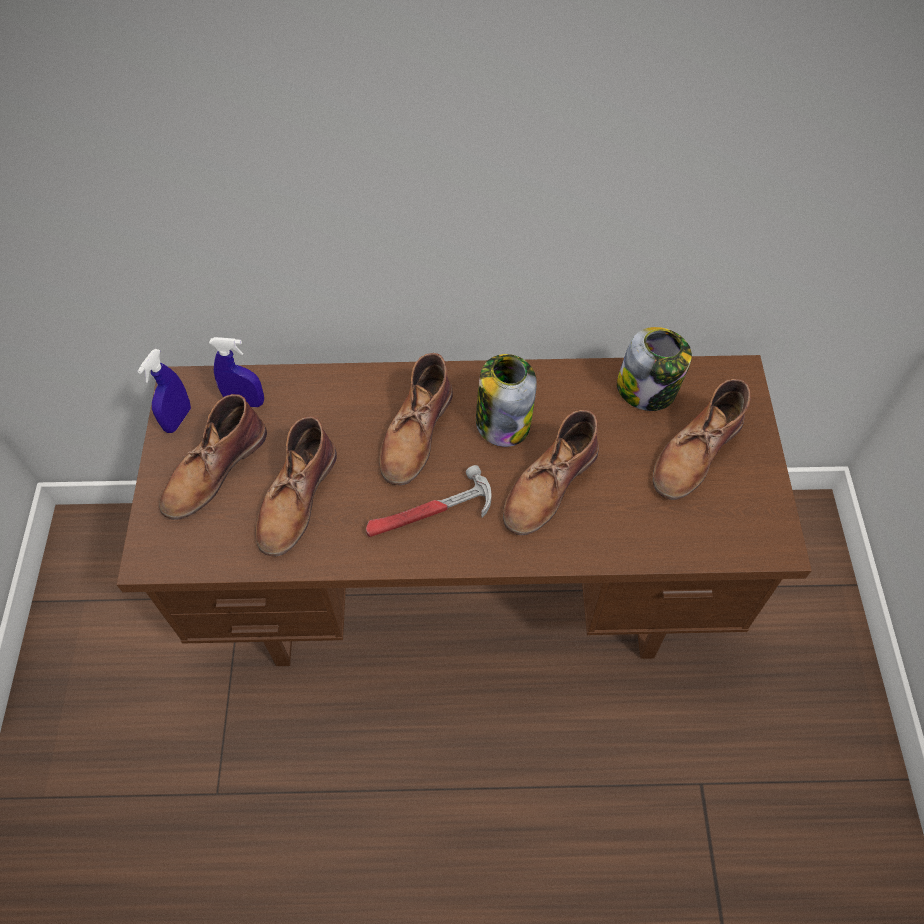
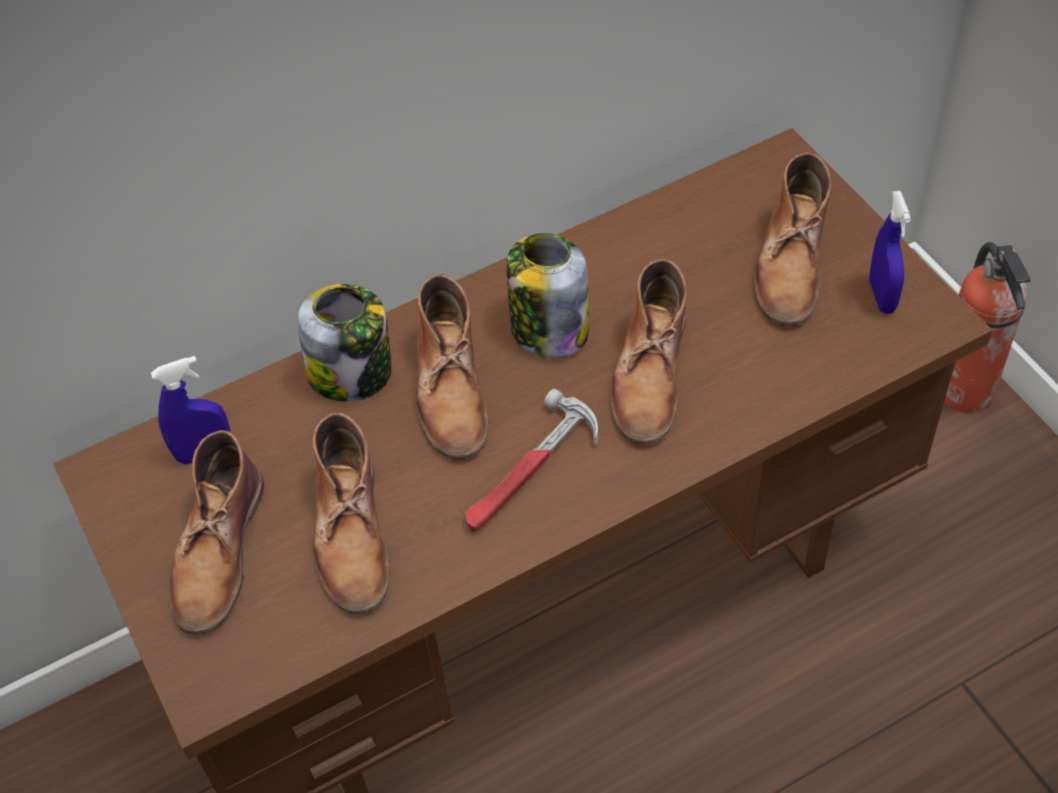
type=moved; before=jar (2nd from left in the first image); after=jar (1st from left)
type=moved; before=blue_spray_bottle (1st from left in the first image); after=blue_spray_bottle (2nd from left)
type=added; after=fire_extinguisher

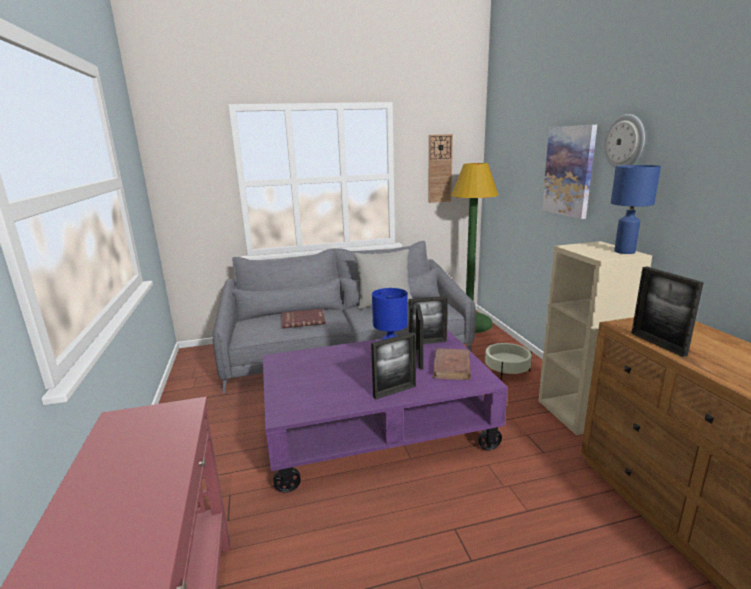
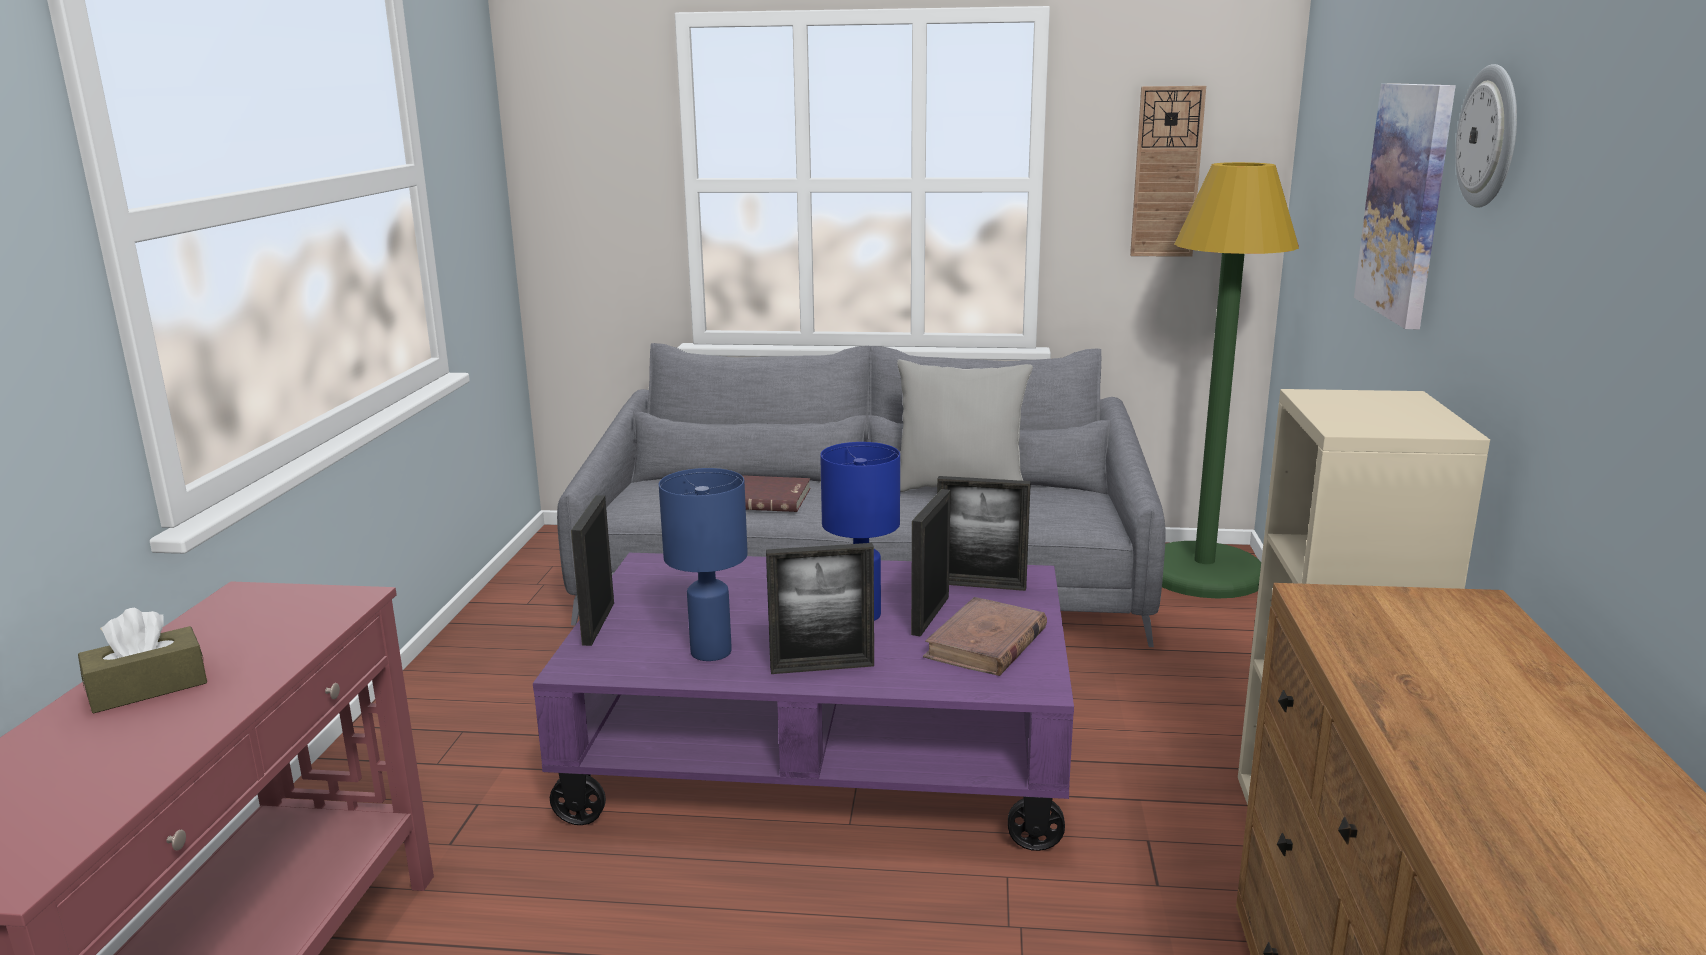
type=added; after=brown_tissue_box
type=moved; before=picture_frame (4th from left in the first image); after=picture_frame (1st from left)
type=moved; before=blue_table_lamp (2nd from left in the first image); after=blue_table_lamp (1st from left)
type=removed; before=beige_planter

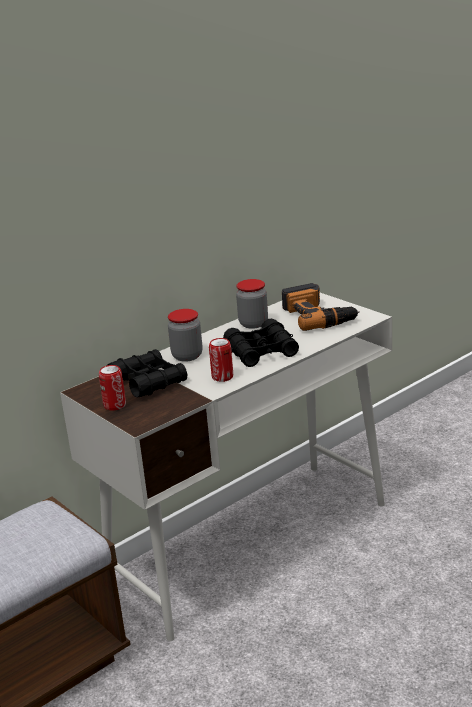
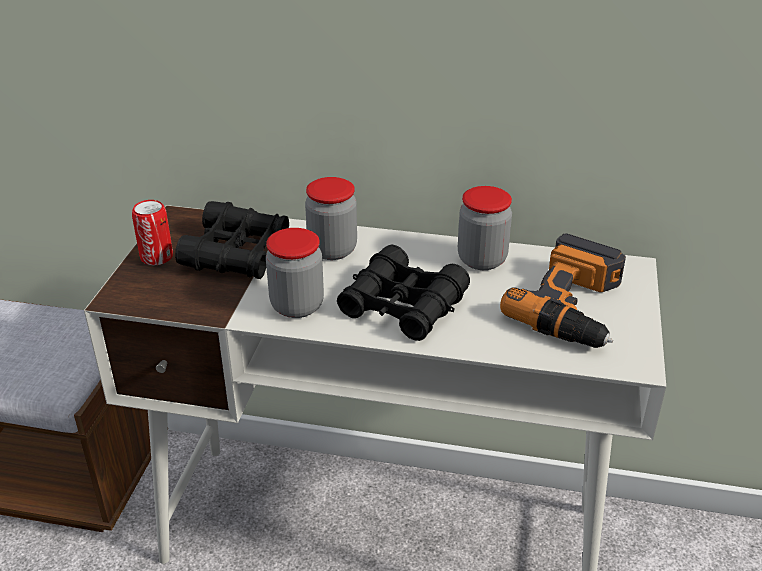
type=replaced; before=can (2nd from left); after=jar (1st from left)

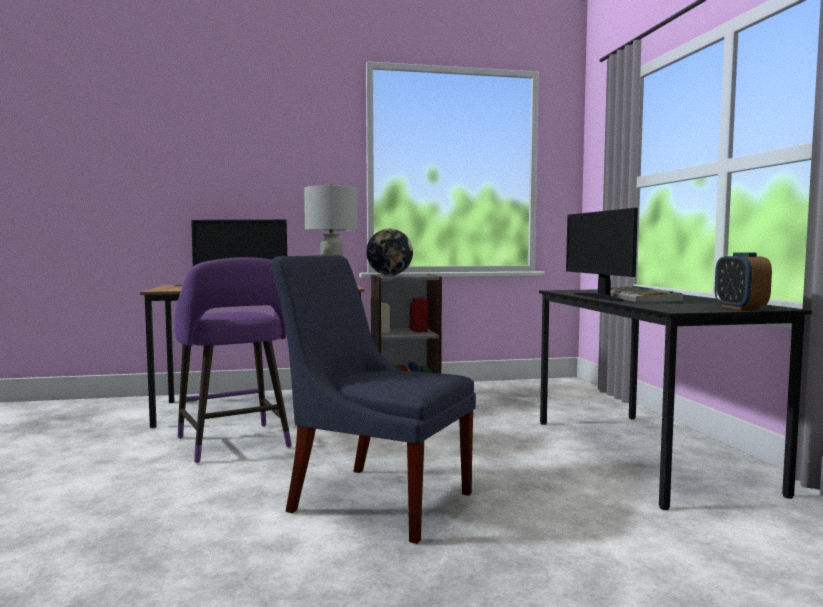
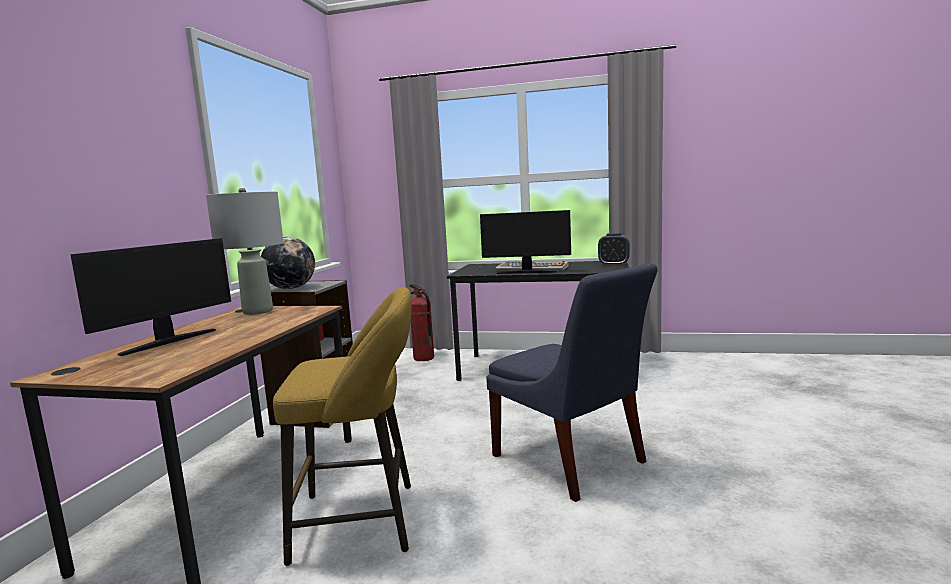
type=recoloured; before=purple_stool; after=yellow_stool
type=added; after=fire_extinguisher
type=turned; before=blue_chair; turn=-90

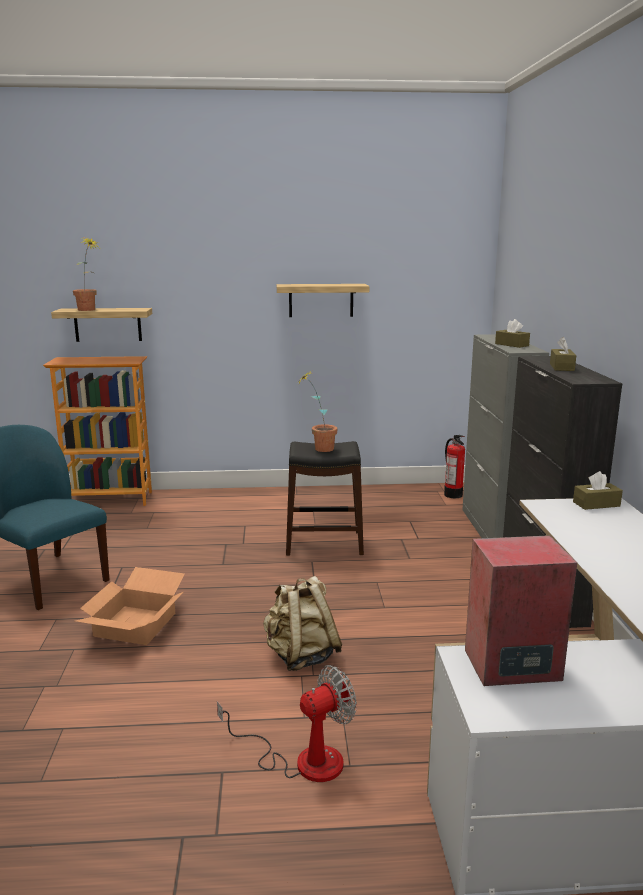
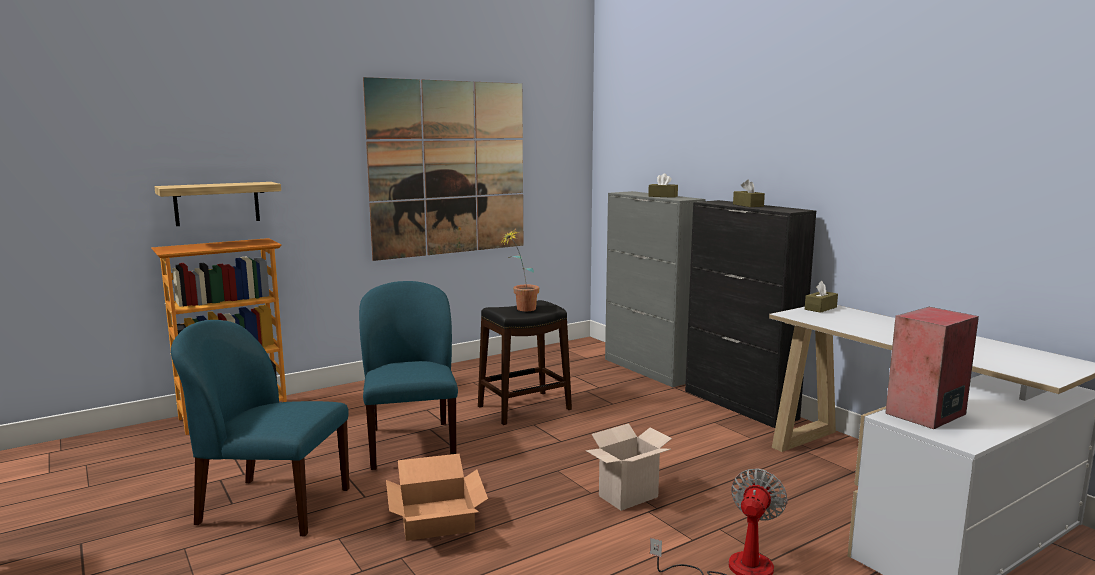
type=added; after=blue_chair (2nd from left)
type=replaced; before=shelf (2nd from left); after=picture
type=replaced; before=beige_backpack; after=cardboard_box (2nd from left)
type=removed; before=potted_plant (1st from left)
type=removed; before=fire_extinguisher

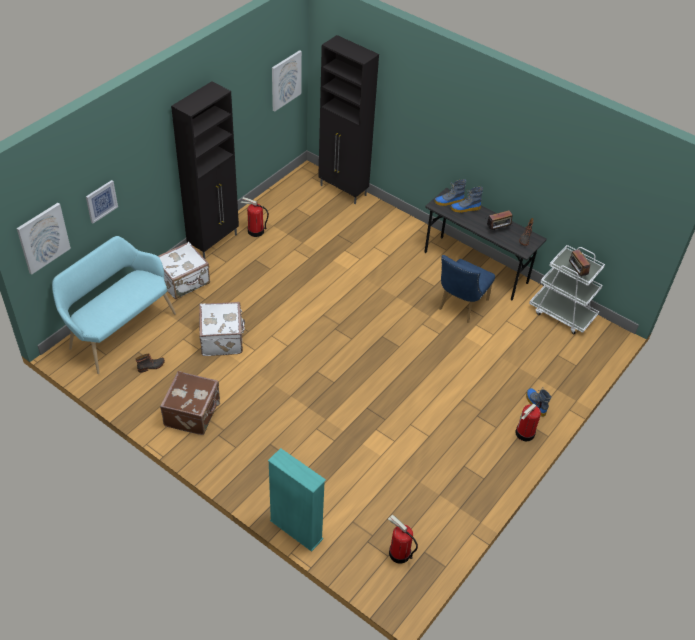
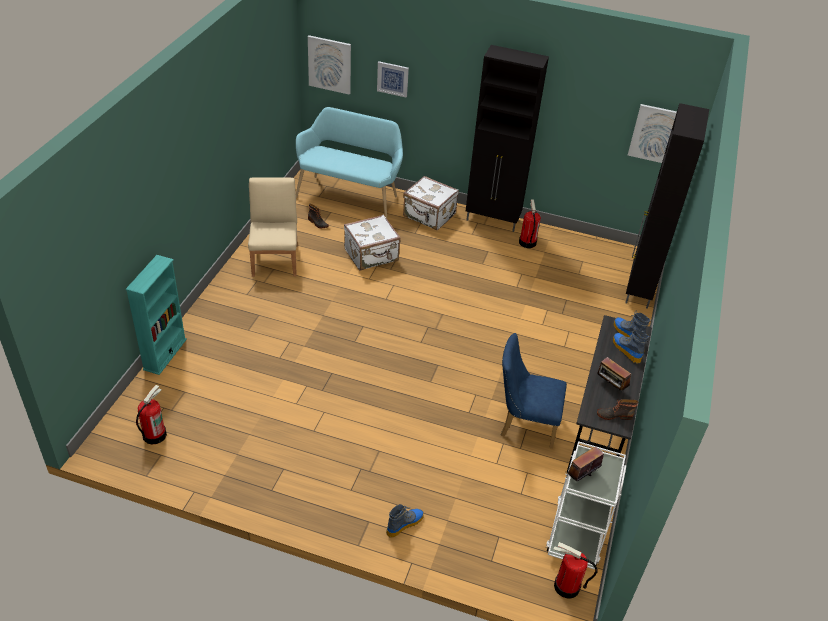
type=replaced; before=brown_suitcase; after=beige_chair
type=moved; before=fire_extinguisher (3rd from left)

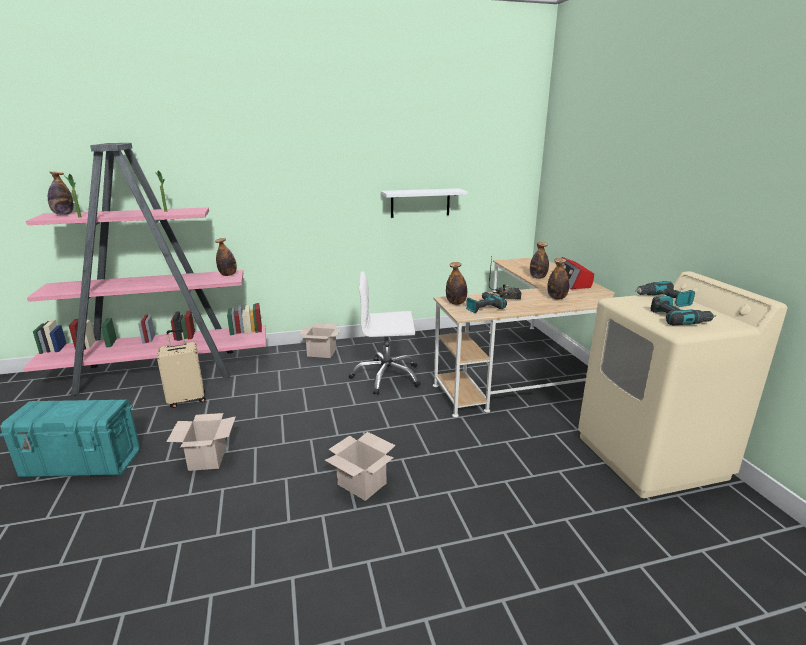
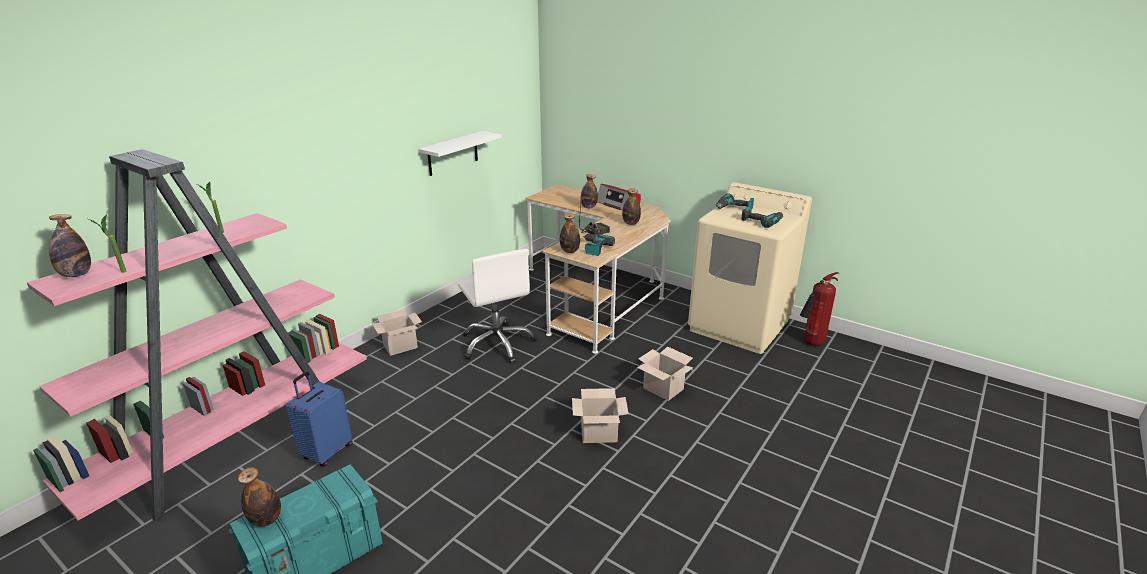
type=moved; before=bottle (2nd from left)
type=recoloured; before=beige_suitcase; after=blue_suitcase
type=turned; before=white_office_chair; turn=-75
type=moved; before=cardboard_box (1st from left in the first image); after=cardboard_box (3rd from left)
type=added; after=fire_extinguisher

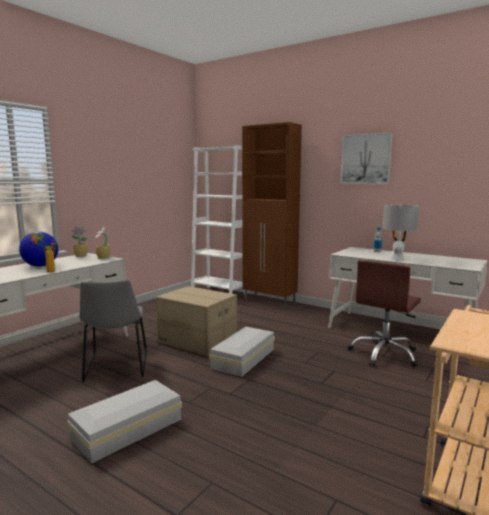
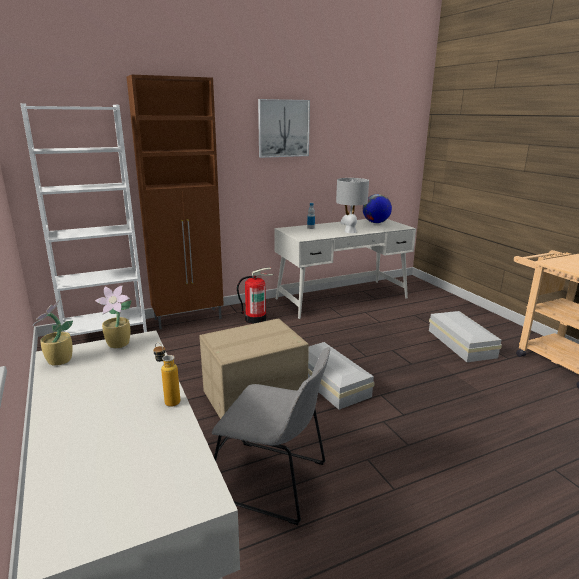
type=added; after=fire_extinguisher
type=moved; before=globe
type=moved; before=white_storage_box (1st from left in the first image); after=white_storage_box (2nd from left)
type=removed; before=brown_office_chair

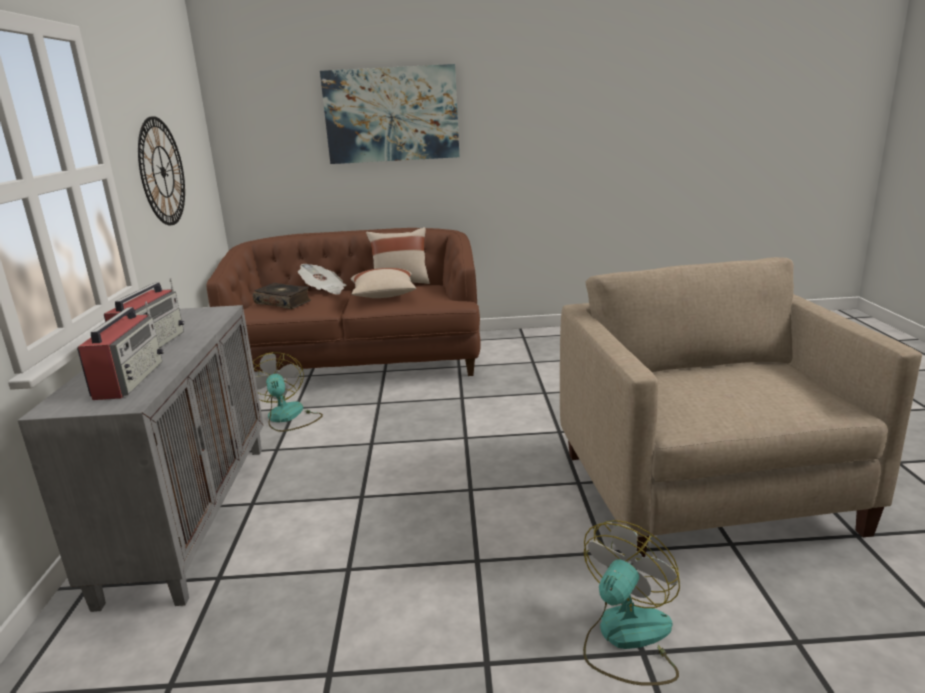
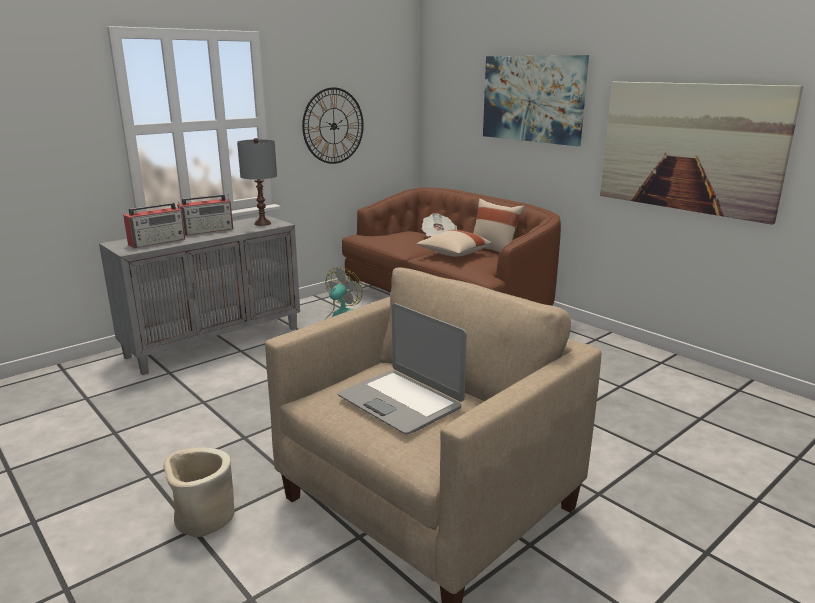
type=replaced; before=fan (2nd from left); after=beige_planter
type=added; after=grey_table_lamp
type=added; after=laptop
type=added; after=picture (2nd from left)
type=removed; before=book

